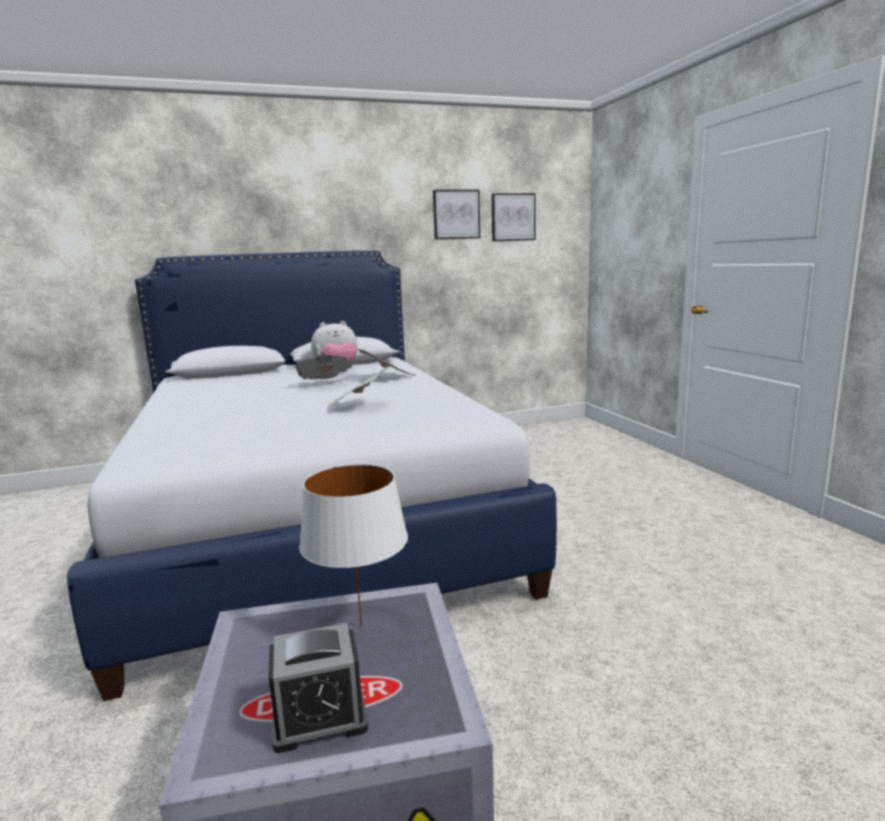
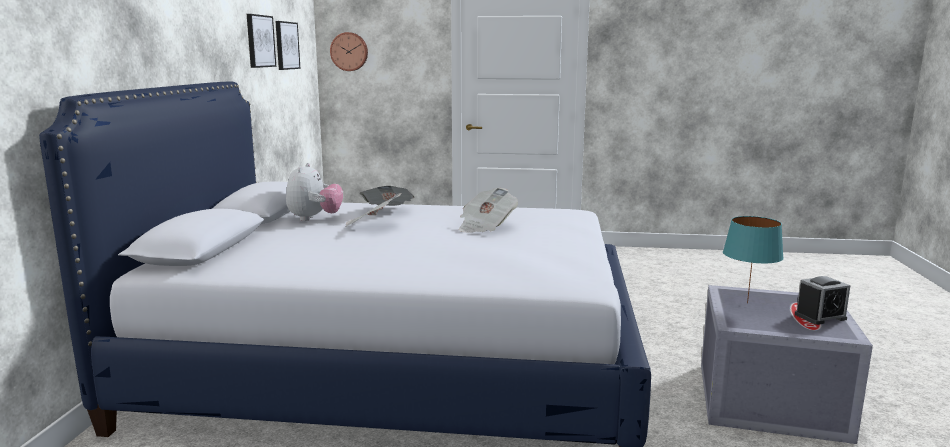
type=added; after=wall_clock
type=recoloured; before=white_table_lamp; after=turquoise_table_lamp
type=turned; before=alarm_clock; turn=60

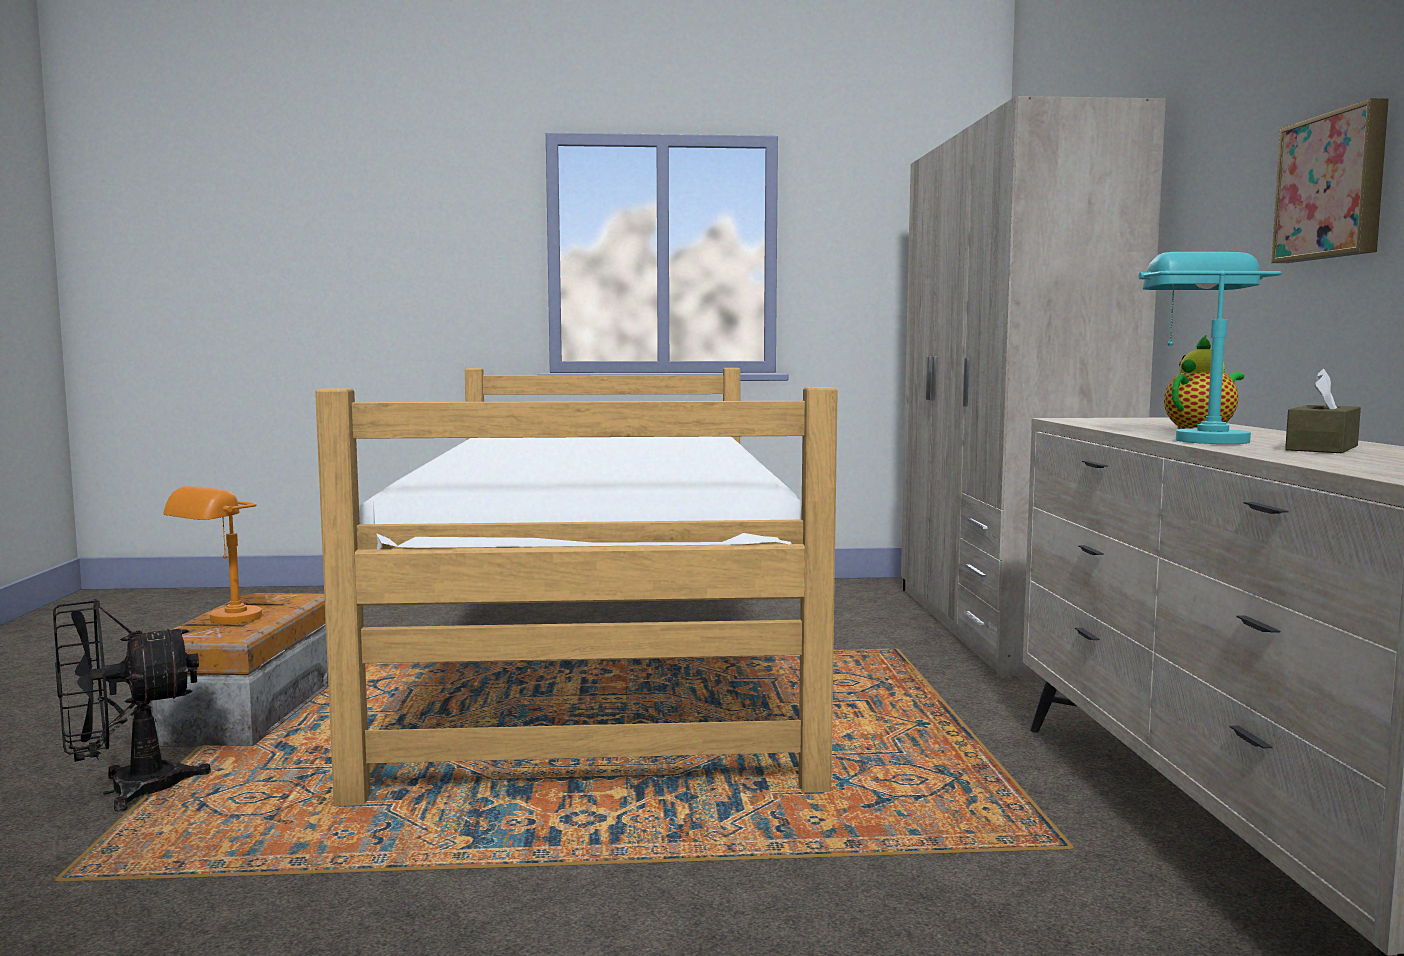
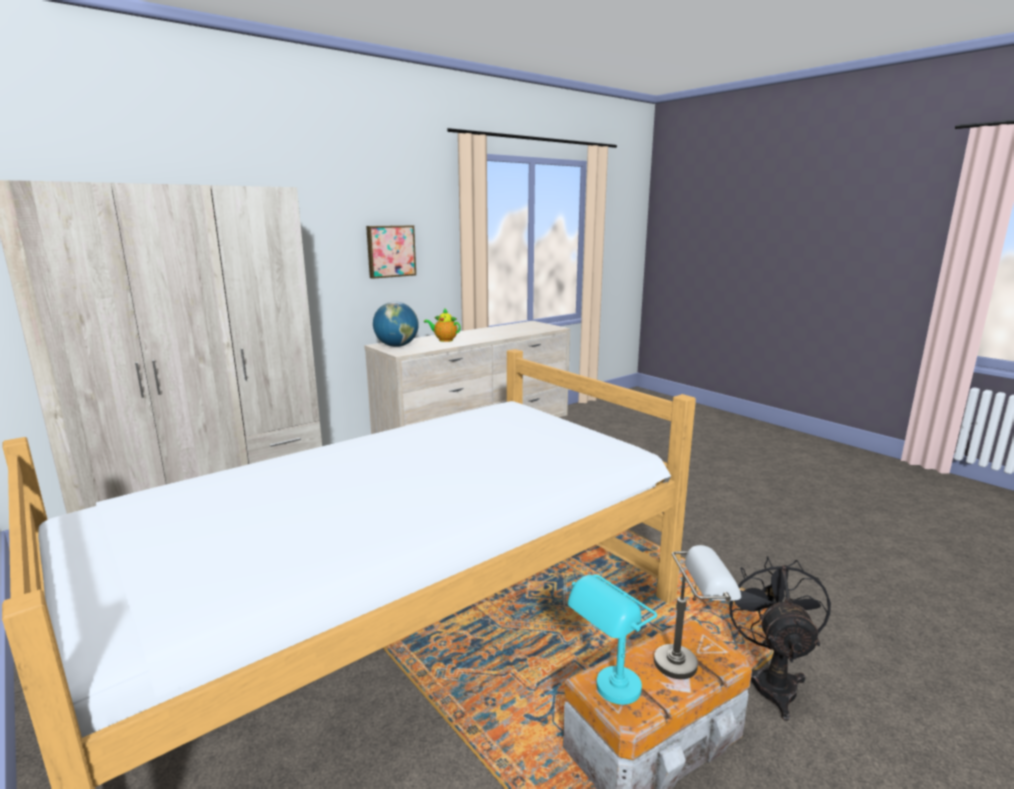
type=added; after=globe
type=moved; before=turquoise_table_lamp
type=recoloured; before=orange_table_lamp; after=grey_table_lamp
type=turned; before=black_fan; turn=-105
type=removed; before=brown_tissue_box

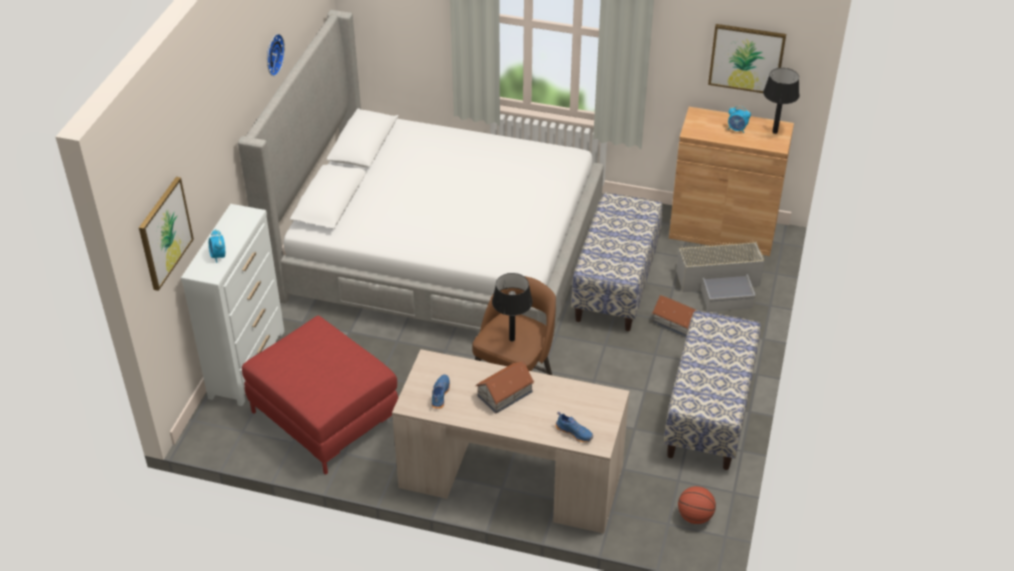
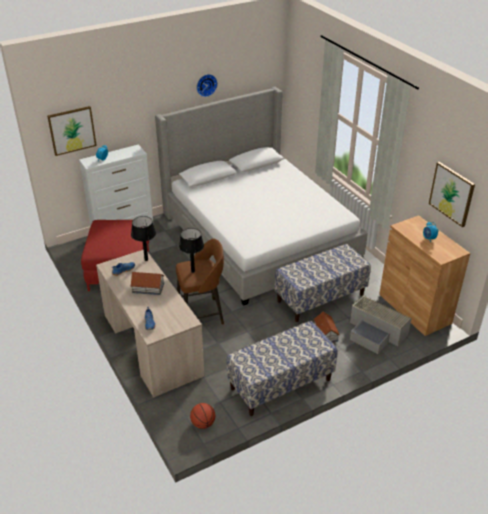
type=moved; before=black_table_lamp (2nd from left in the first image); after=black_table_lamp (1st from left)

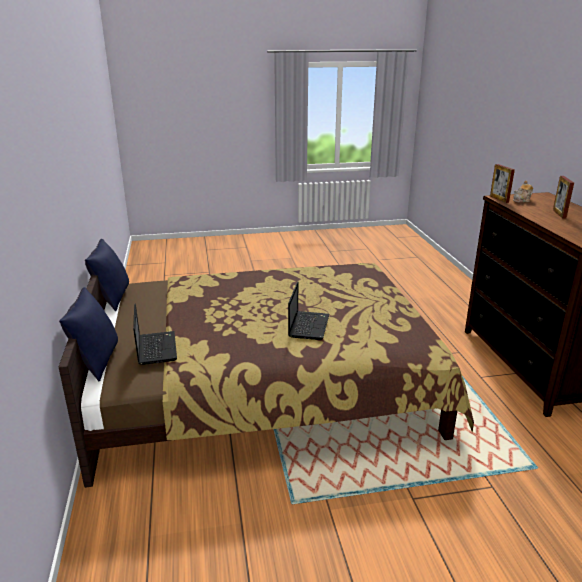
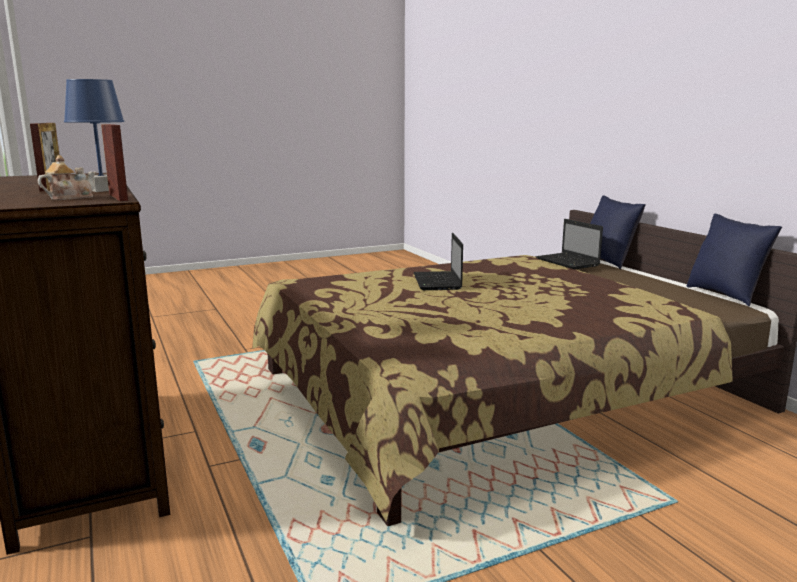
type=added; after=blue_table_lamp

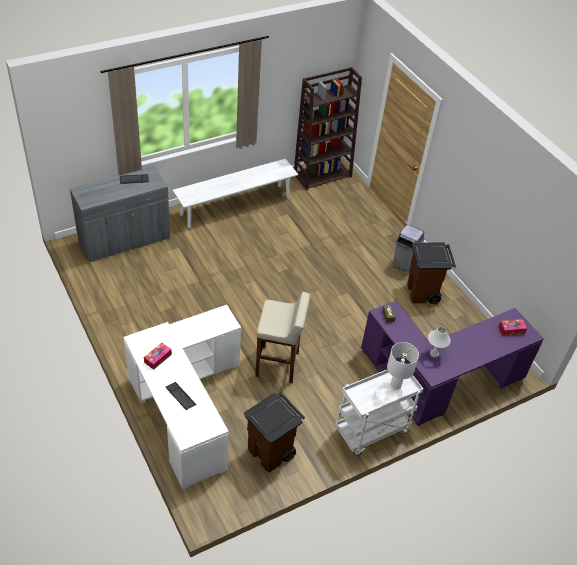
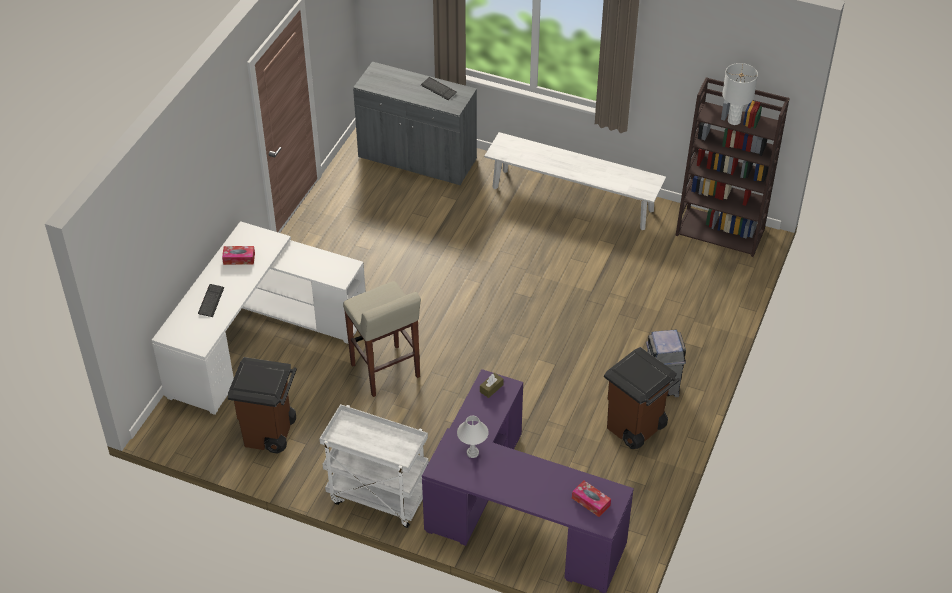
type=moved; before=white_table_lamp (1st from left in the first image); after=white_table_lamp (2nd from left)

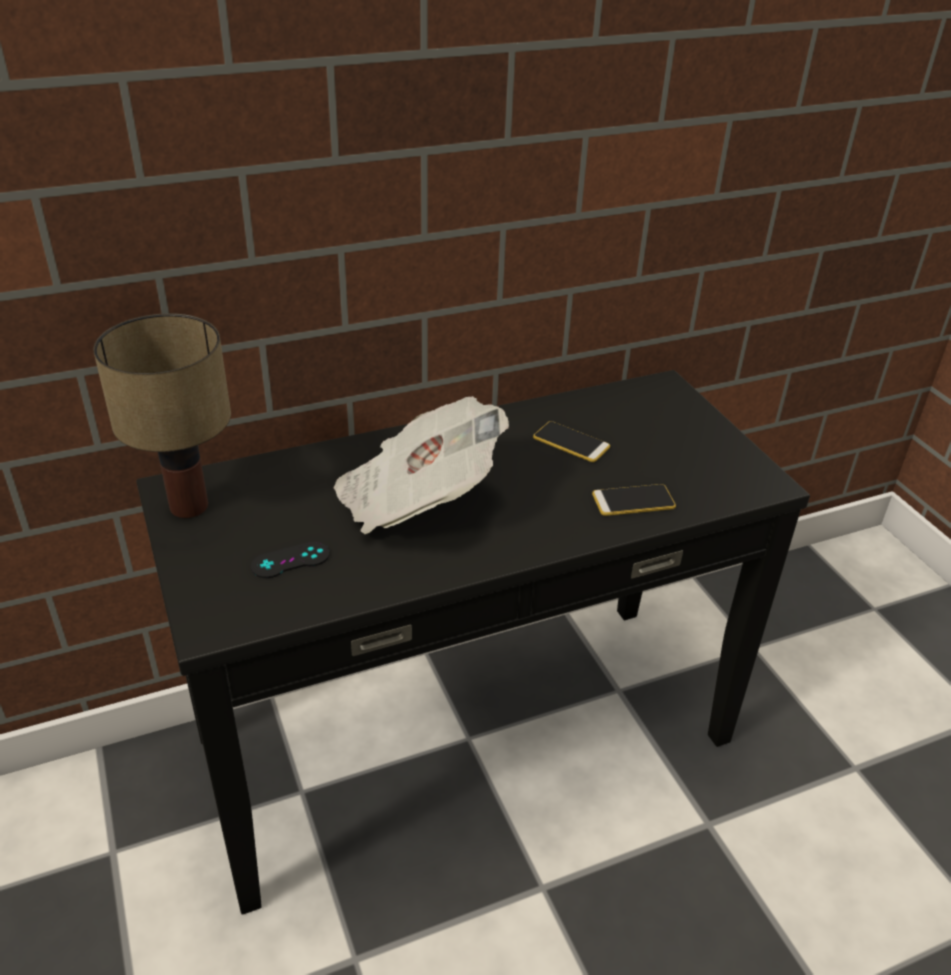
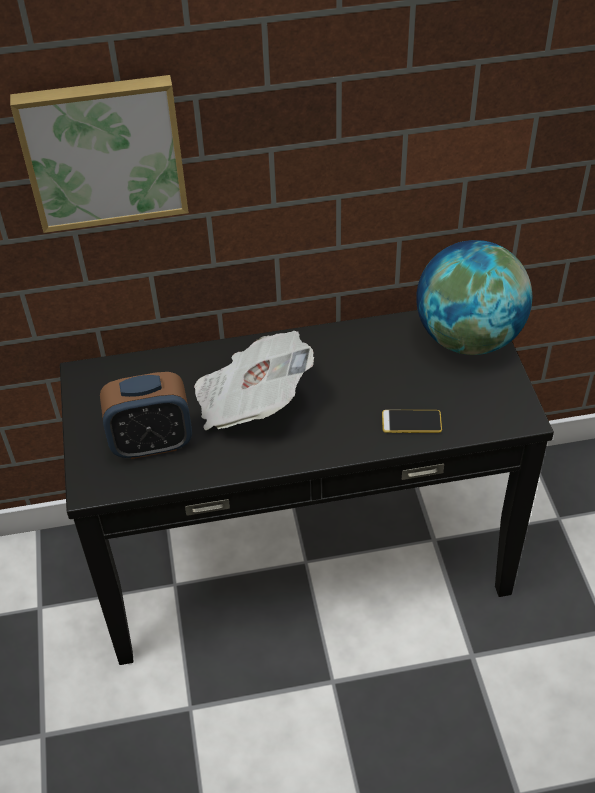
type=added; after=picture
type=replaced; before=black_game_controller; after=alarm_clock
type=added; after=globe
type=removed; before=table_lamp
type=removed; before=phone (1st from left)

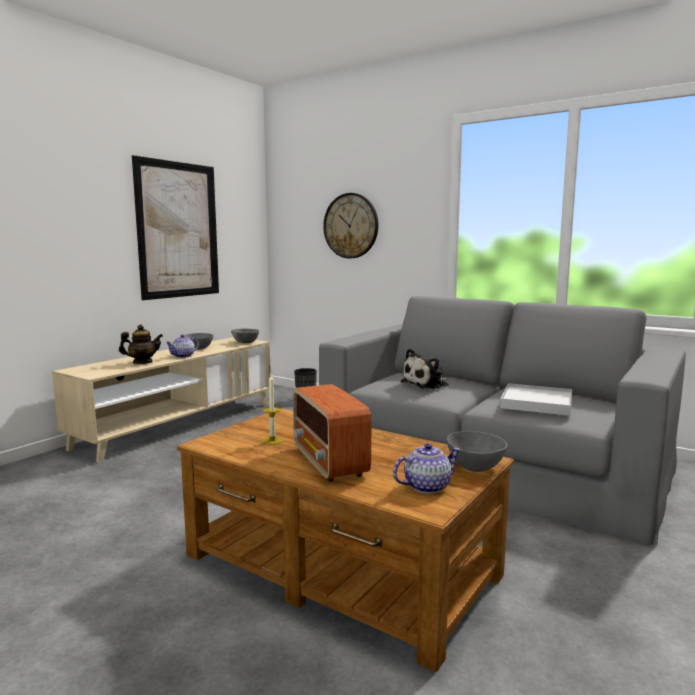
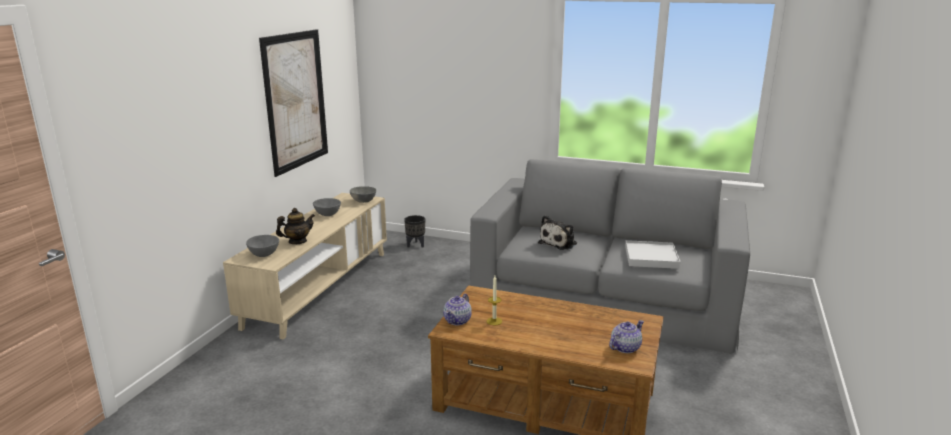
type=moved; before=grey_bowl (3rd from left in the first image); after=grey_bowl (1st from left)
type=moved; before=teapot (2nd from left)
type=removed; before=radio
type=removed; before=wall_clock

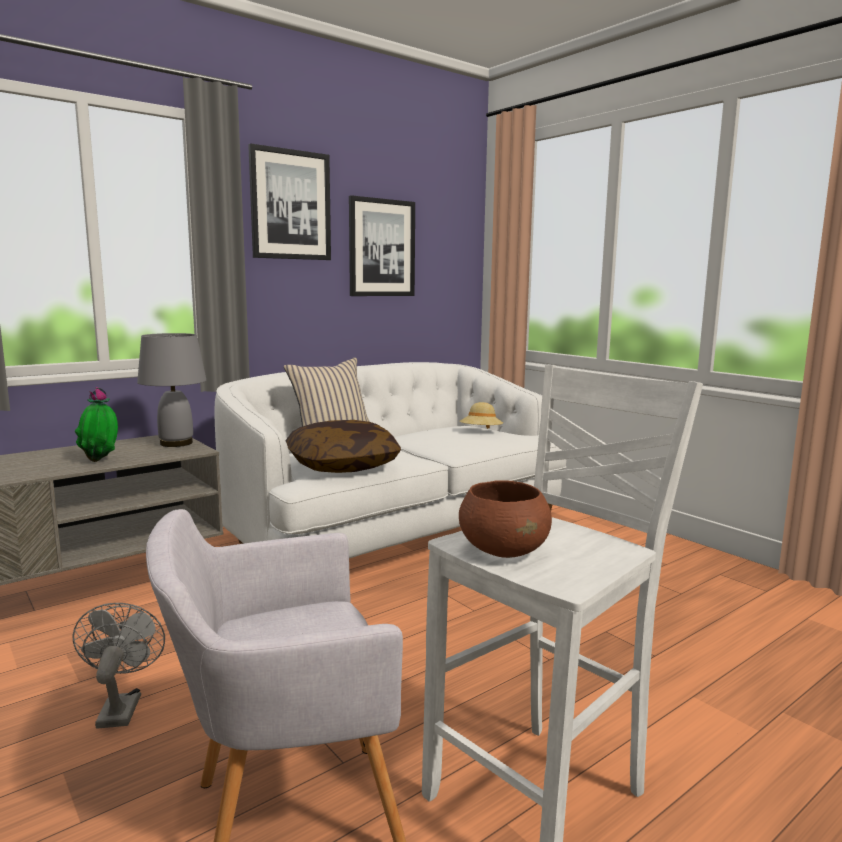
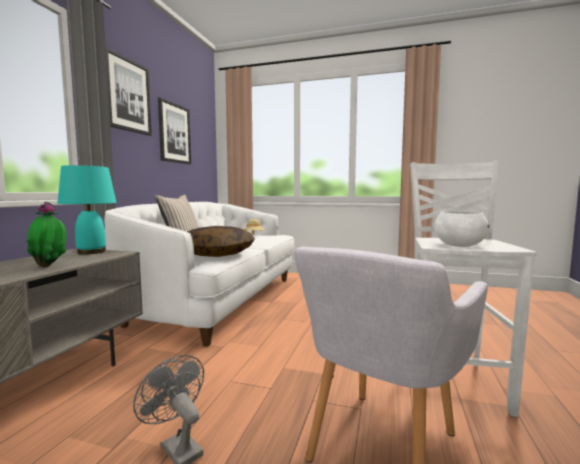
type=recoloured; before=grey_table_lamp; after=turquoise_table_lamp
type=recoloured; before=brown_bowl; after=white_bowl

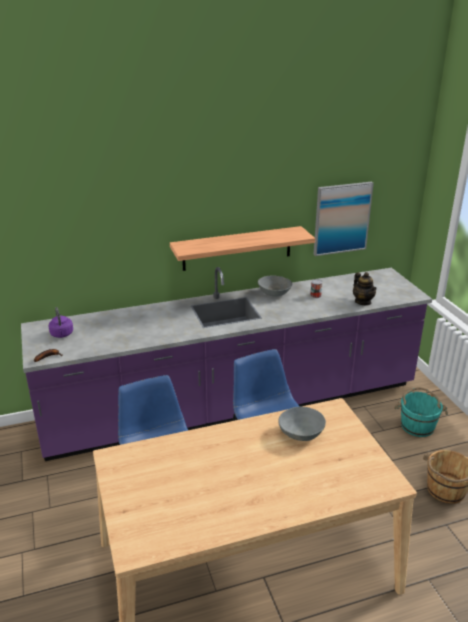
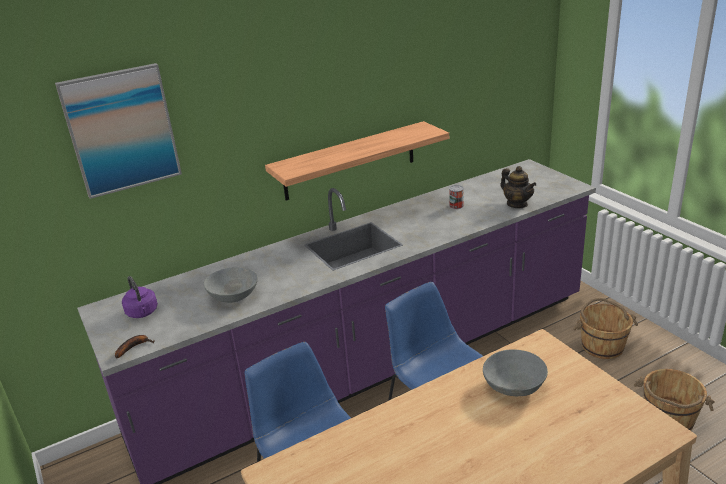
type=moved; before=picture
type=moved; before=grey_bowl (1st from left)
type=recoloured; before=turquoise_bucket; after=brown_bucket (1st from left)

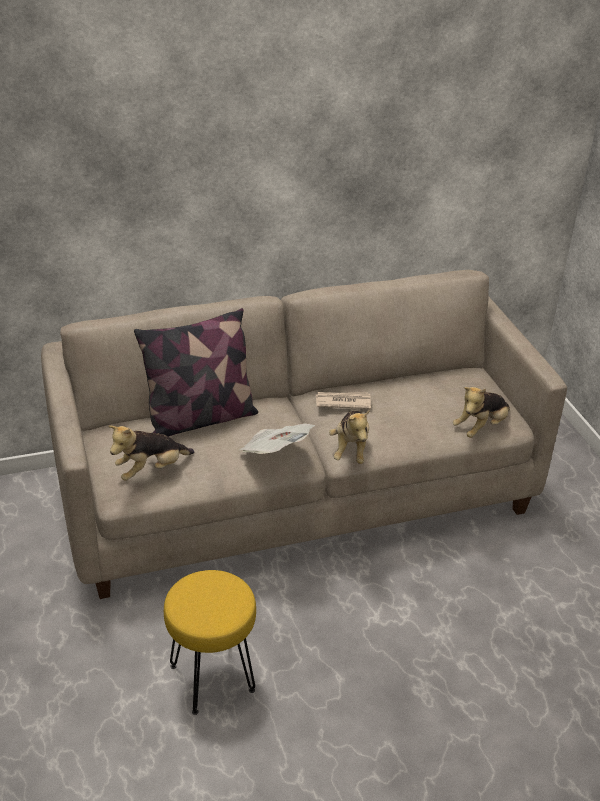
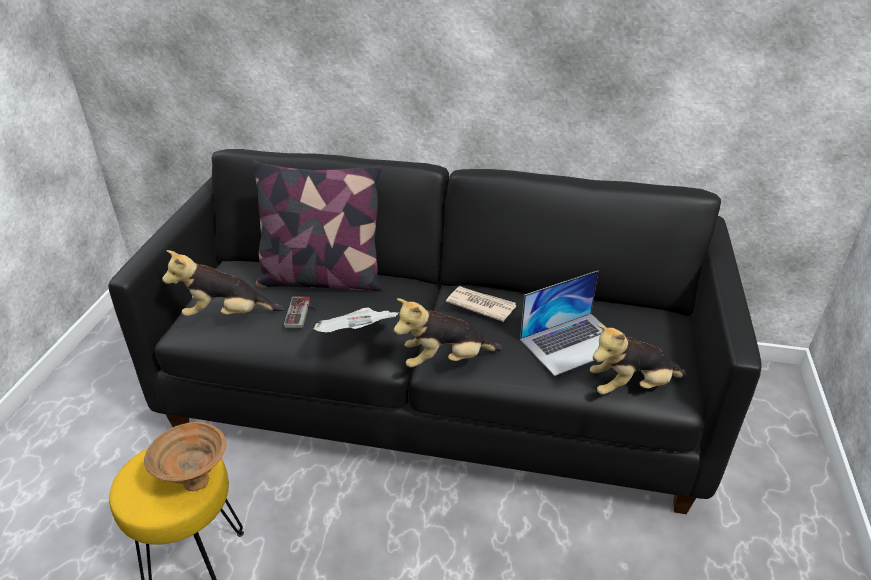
type=recoloured; before=beige_sofa; after=black_sofa
type=added; after=brown_bowl
type=added; after=game_controller
type=turned; before=plush_toy (2nd from left); turn=45
type=added; after=laptop

